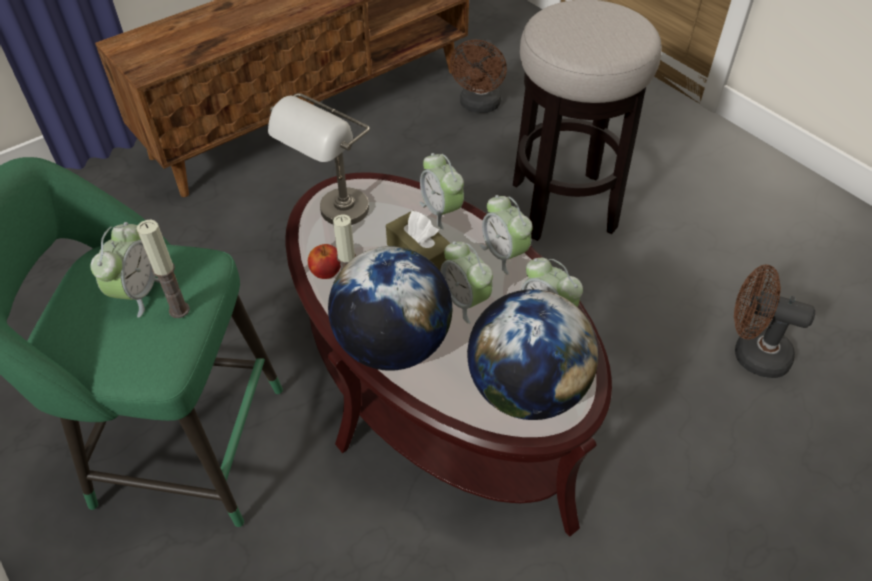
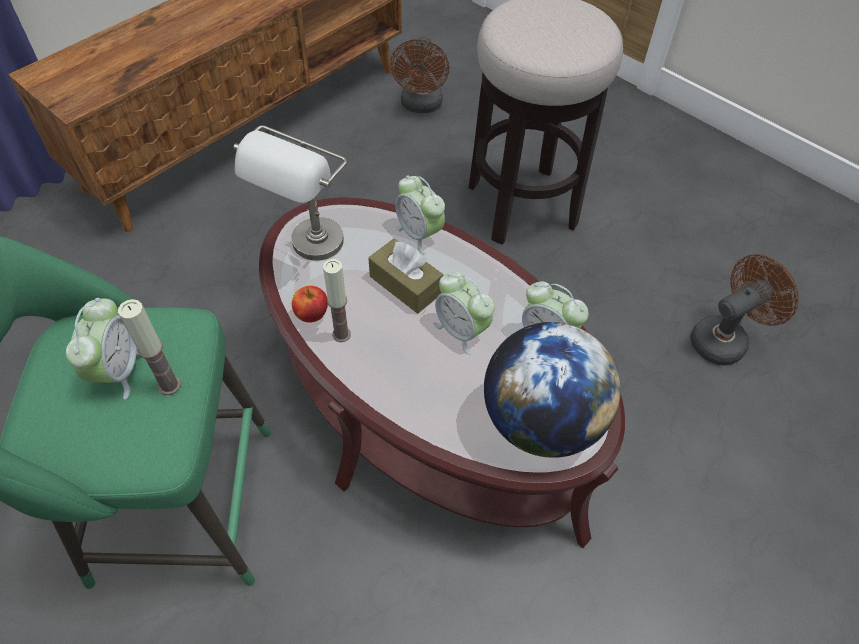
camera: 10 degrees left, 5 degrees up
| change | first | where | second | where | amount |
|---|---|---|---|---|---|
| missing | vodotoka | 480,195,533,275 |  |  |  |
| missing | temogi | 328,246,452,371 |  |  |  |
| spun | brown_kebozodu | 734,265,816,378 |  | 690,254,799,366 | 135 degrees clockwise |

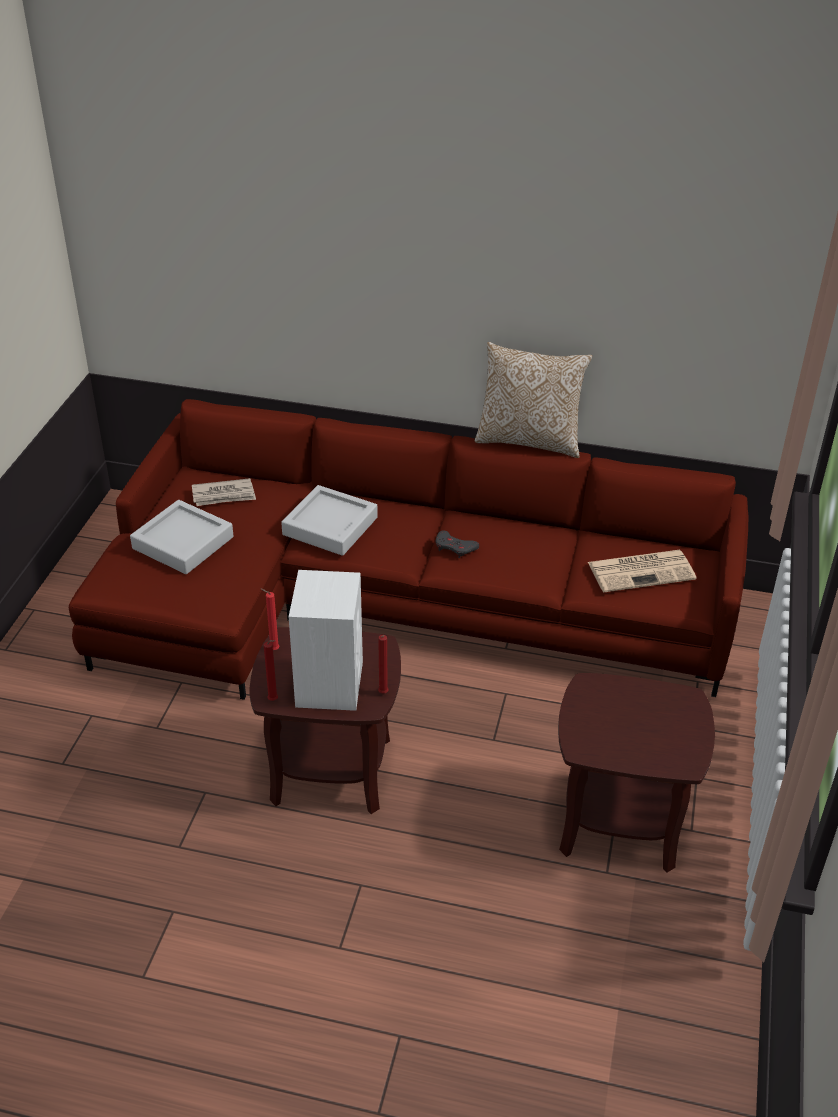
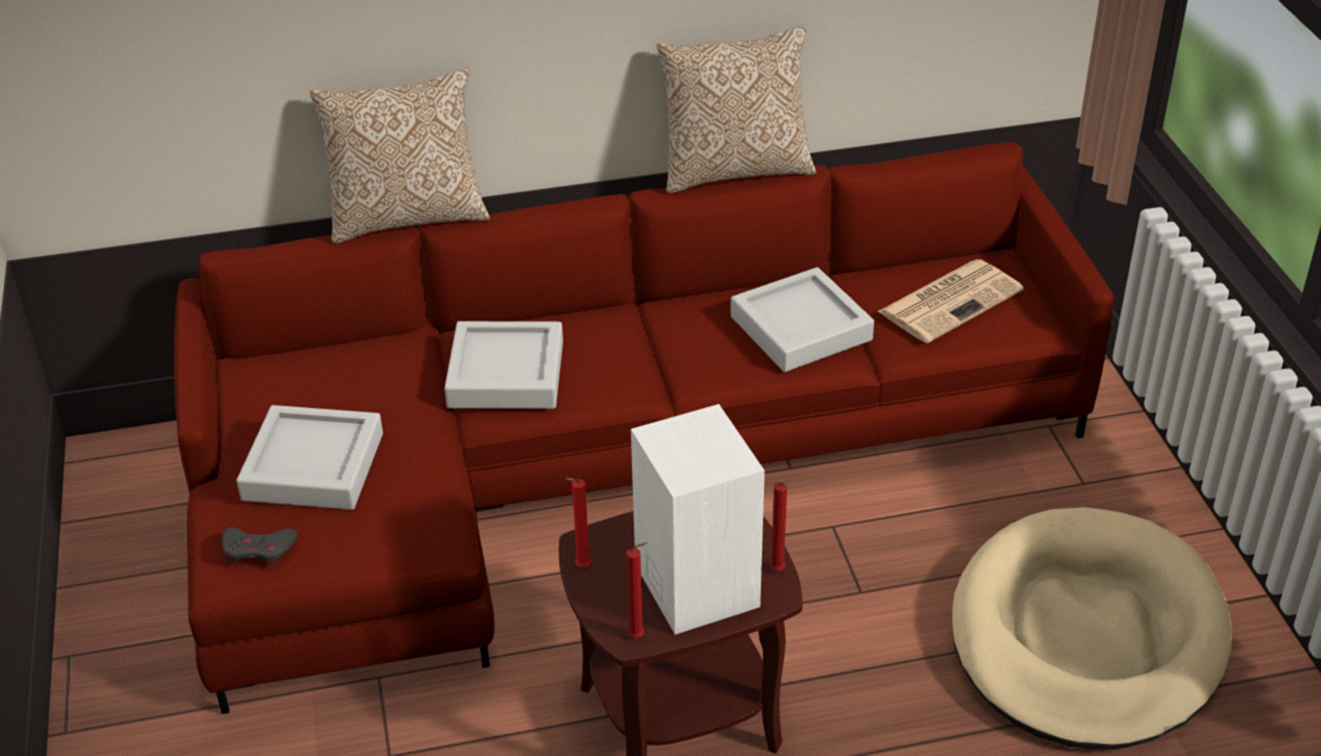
camera: 25 degrees left, 0 degrees up
| change | first | where | second | where | amount |
|---|---|---|---|---|---|
| missing | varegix | 192,478,256,506 |  |  |  |
| relocated | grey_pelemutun | 436,530,479,558 |  | 222,527,298,566 |  |
| exchanged | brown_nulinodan | 558,673,715,873 | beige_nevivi | 952,507,1232,750 |  |
| appeared |  |  | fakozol | 310,68,490,244 |  |
| appeared |  |  | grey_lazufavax | 731,267,874,372 |  |

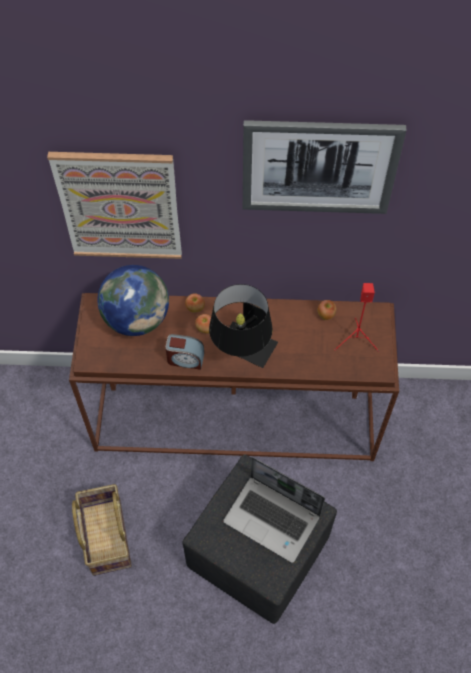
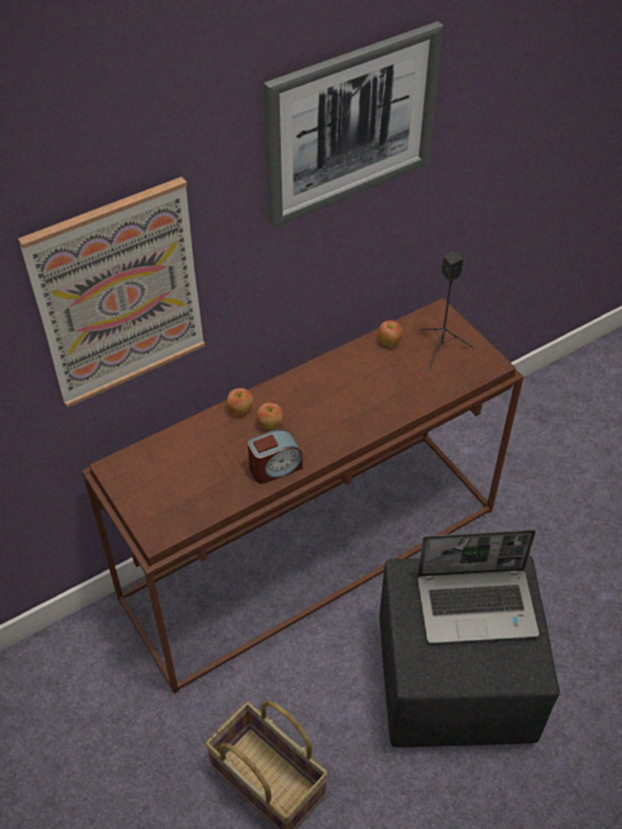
camera: 35 degrees left, 10 degrees down
| change | first | where | second | where | amount |
|---|---|---|---|---|---|
| missing | temogi | 97,265,169,336 |  |  |  |
| colour | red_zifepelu | 334,283,379,352 | black_zifepelu | 421,252,474,371 |  |
| missing | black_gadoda | 209,284,278,368 |  |  |  |

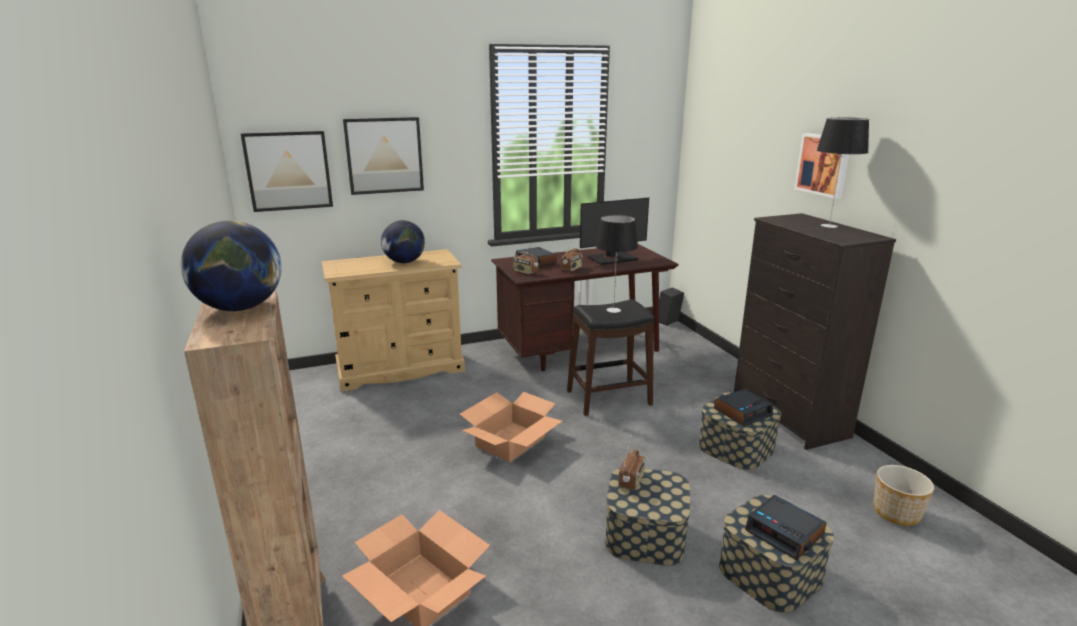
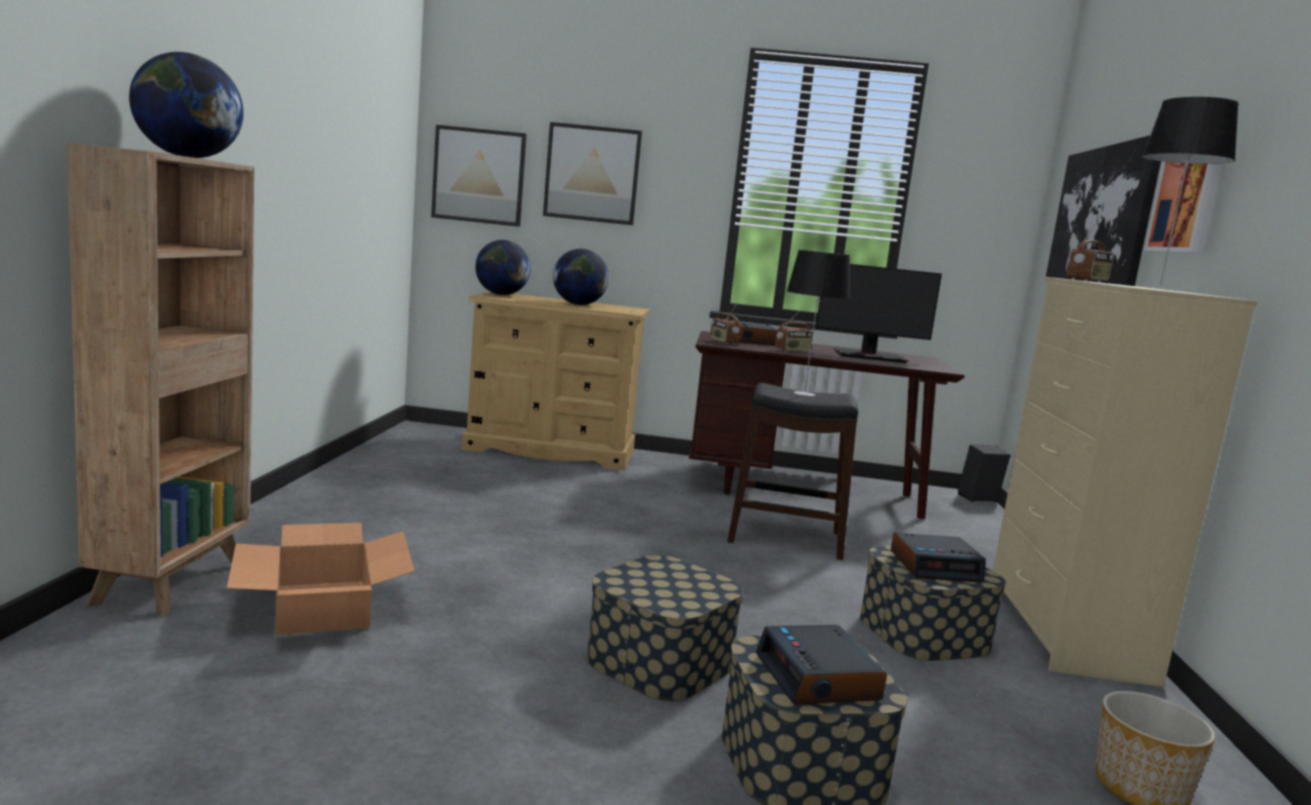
camera: 25 degrees right, 10 degrees down
| change | first | where | second | where | amount |
|---|---|---|---|---|---|
| colour | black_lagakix | 734,213,896,450 | beige_lagakix | 993,277,1257,687 |  |
| missing | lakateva | 460,392,562,462 |  |  |  |
| relocated | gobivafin | 618,442,645,491 |  | 1067,225,1114,282 |  |
| appeared |  |  | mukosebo | 1046,135,1161,286 |  |
| appeared |  |  | temogi | 475,240,531,295 |  |

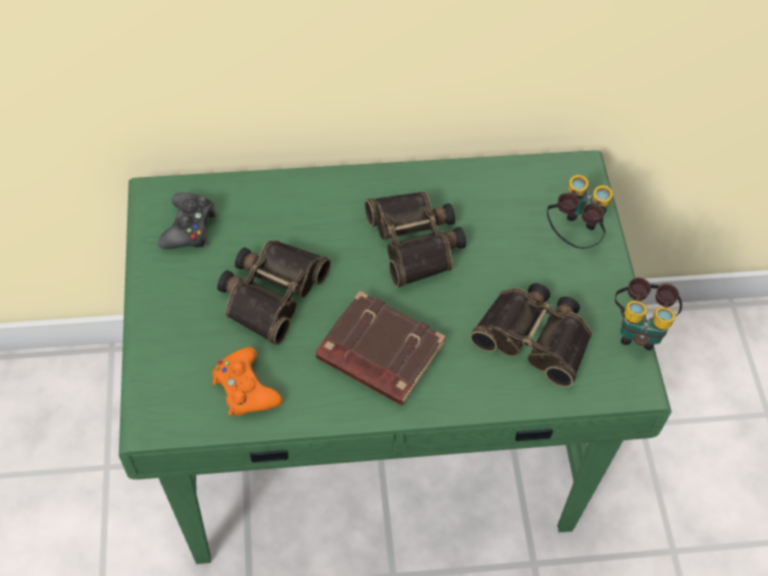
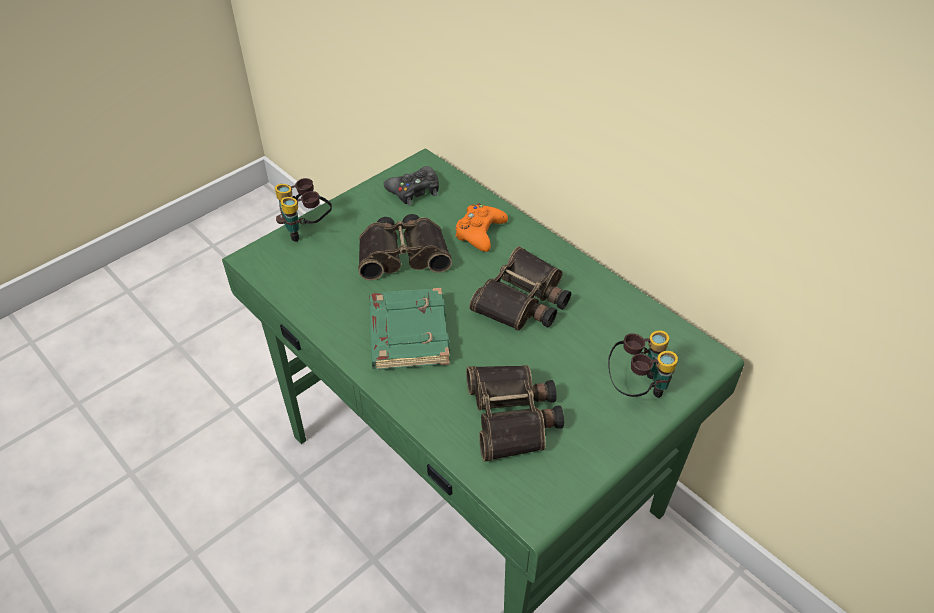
camera: 55 degrees right, 10 degrees down
| change | first | where | second | where | amount |
|---|---|---|---|---|---|
| relocated | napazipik | 615,278,682,350 |  | 275,178,332,242 |  |
| colour | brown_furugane | 316,291,445,405 | green_furugane | 369,288,450,370 |  |
| relocated | orange_pelemutun | 212,347,282,416 |  | 455,203,508,252 |  |

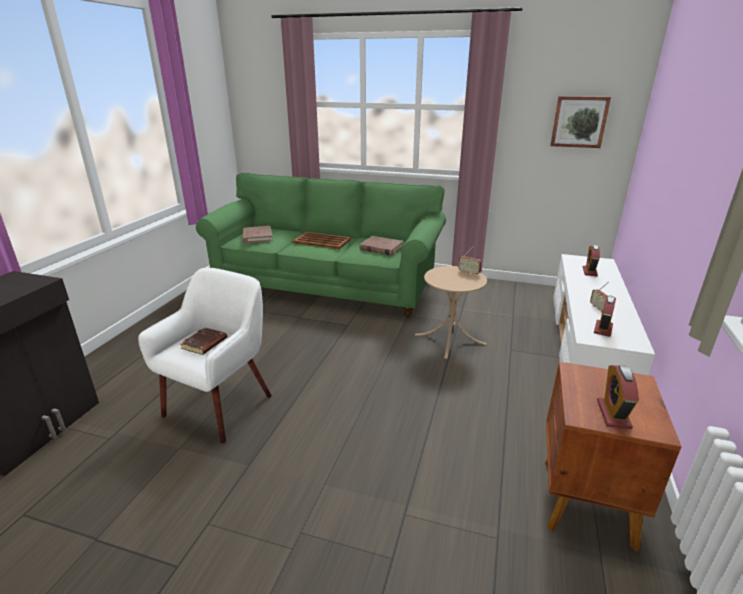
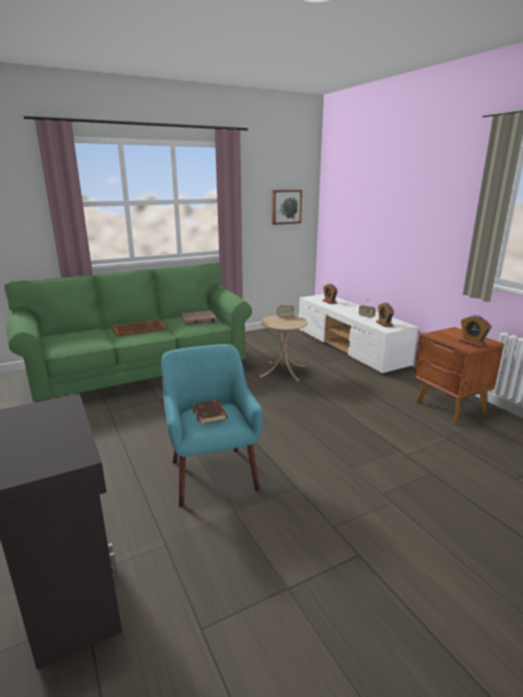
camera: 45 degrees left, 5 degrees down
| change | first | where | second | where | amount |
|---|---|---|---|---|---|
| missing | brown_furugane | 242,226,273,243 |  |  |  |
| colour | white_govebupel | 138,268,272,443 | turquoise_govebupel | 161,344,263,507 |  |

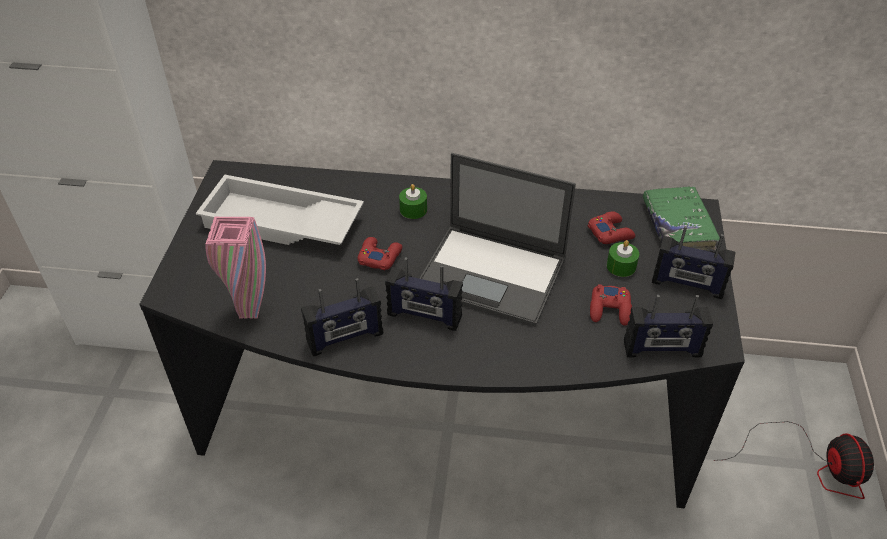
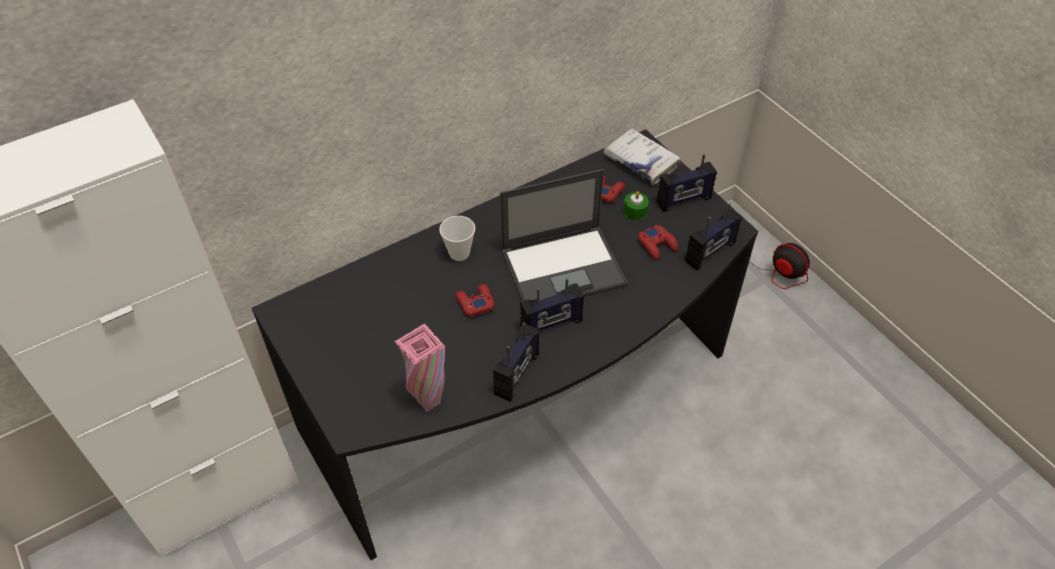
camera: 40 degrees left, 5 degrees up
| change | first | where | second | where | amount |
|---|---|---|---|---|---|
| missing | white_lazufavax | 196,175,364,245 |  |  |  |
| exchanged | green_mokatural | 399,184,427,219 | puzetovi | 439,216,475,261 |  |
| colour | green_furugane | 643,186,720,252 | white_furugane | 603,128,681,185 |  |

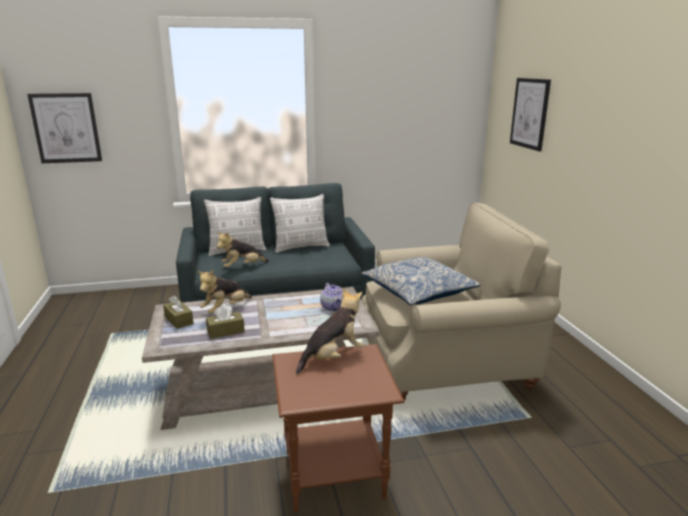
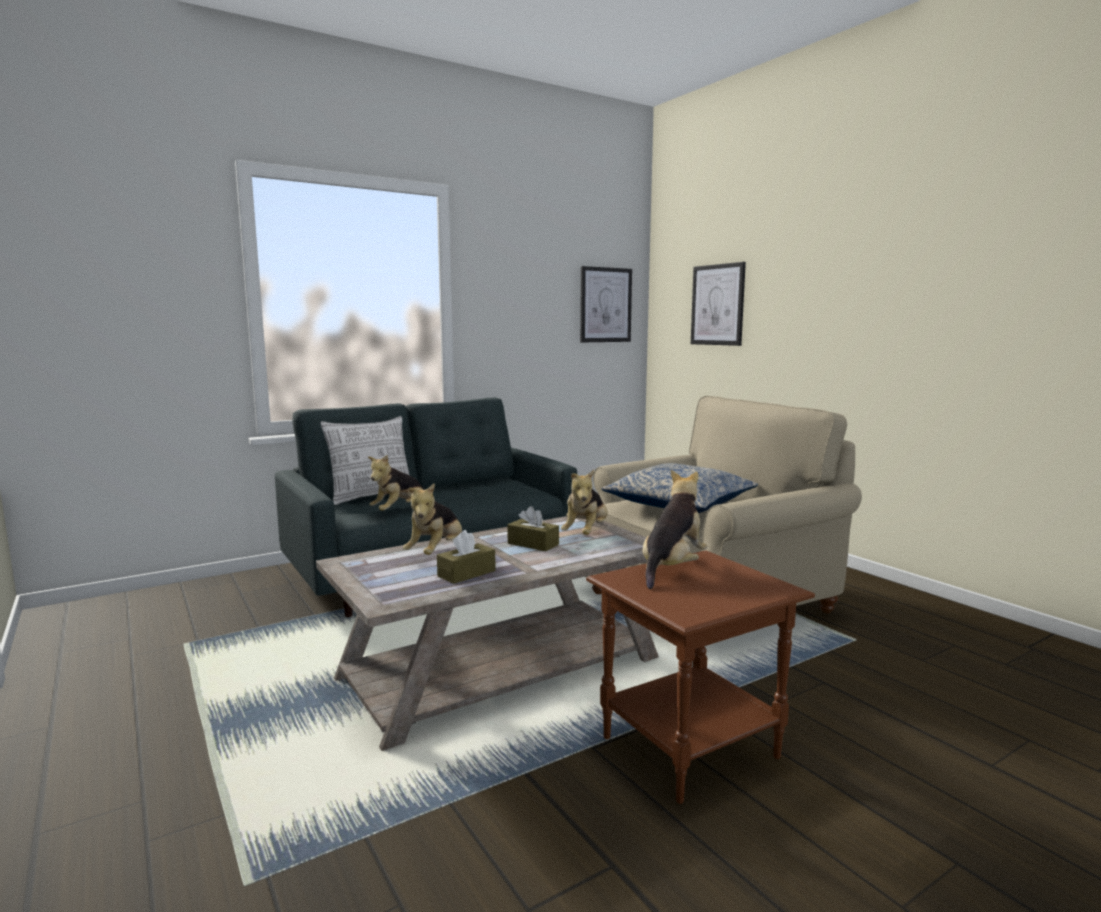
camera: 20 degrees left, 10 degrees down
| change | first | where | second | where | amount |
|---|---|---|---|---|---|
| relocated | mukosebo | 27,93,102,163 |  | 580,266,632,342 |  |
| missing | fakozol | 270,194,330,253 |  |  |  |
| exchanged | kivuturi | 320,283,343,311 | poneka | 561,470,608,535 |  |
| relocated | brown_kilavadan | 163,295,194,329 |  | 507,506,559,551 |  |

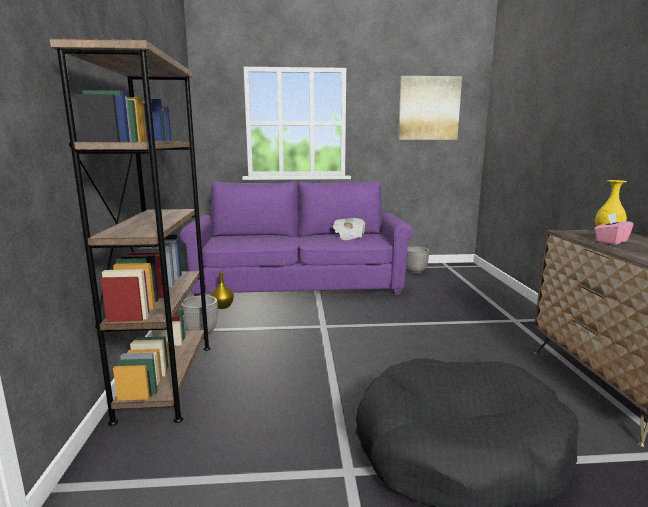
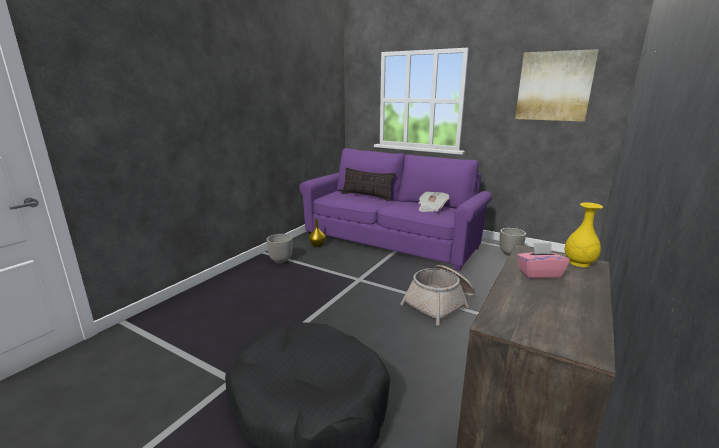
camera: 35 degrees right, 5 degrees up
| change | first | where | second | where | amount |
|---|---|---|---|---|---|
| missing | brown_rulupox | 49,39,211,426 |  |  |  |
| appeared |  |  | fakozol | 341,167,396,201 |  |
| appeared |  |  | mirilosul | 400,265,475,325 |  |

